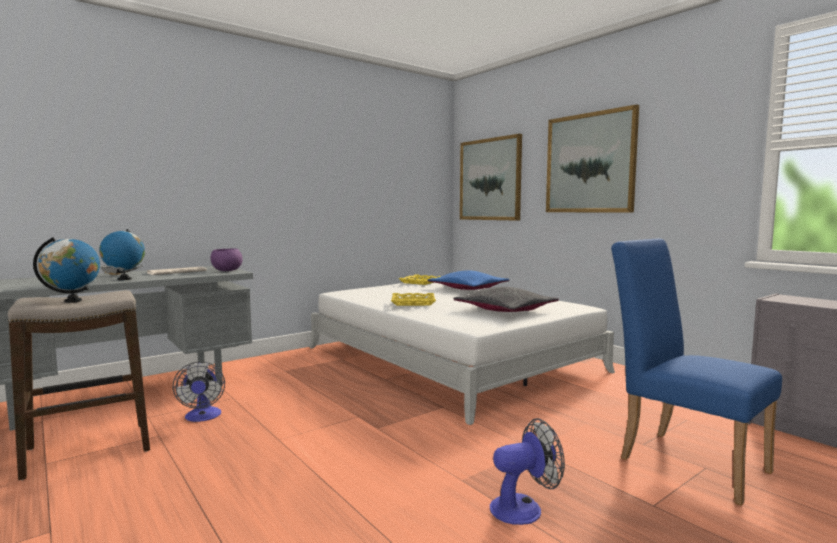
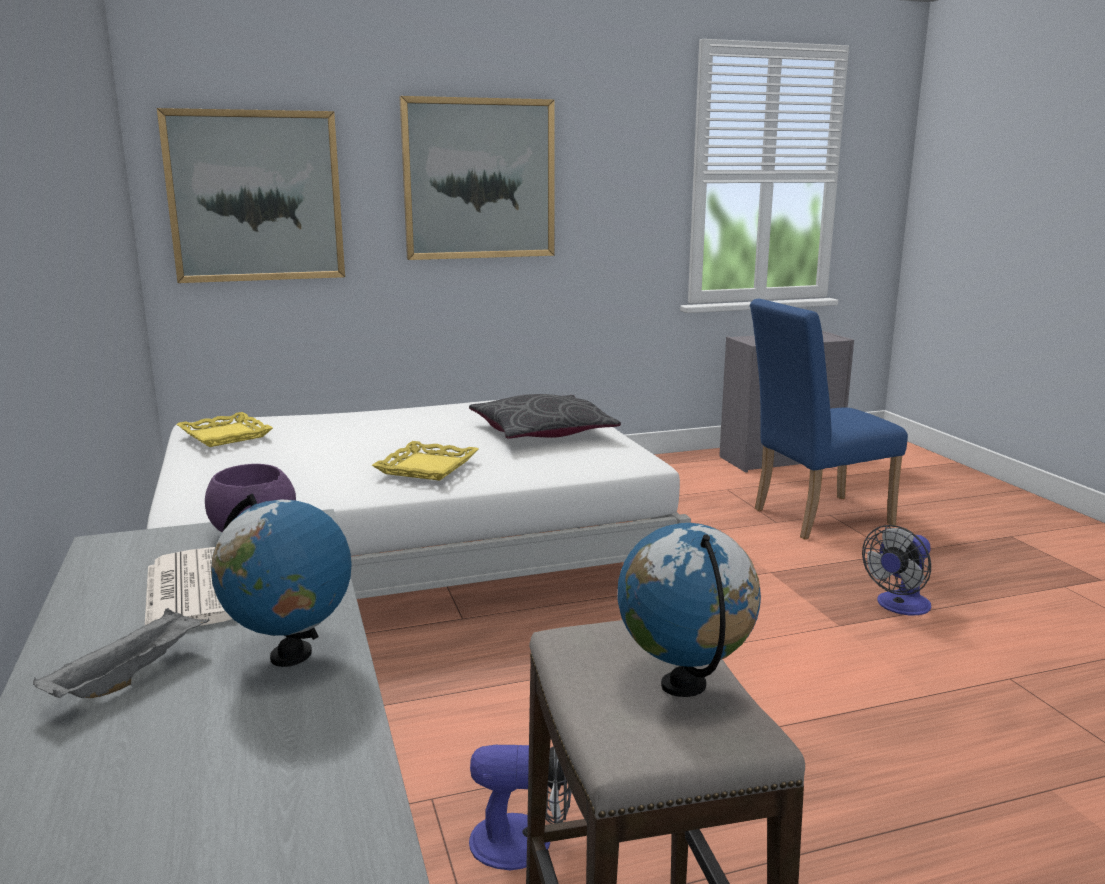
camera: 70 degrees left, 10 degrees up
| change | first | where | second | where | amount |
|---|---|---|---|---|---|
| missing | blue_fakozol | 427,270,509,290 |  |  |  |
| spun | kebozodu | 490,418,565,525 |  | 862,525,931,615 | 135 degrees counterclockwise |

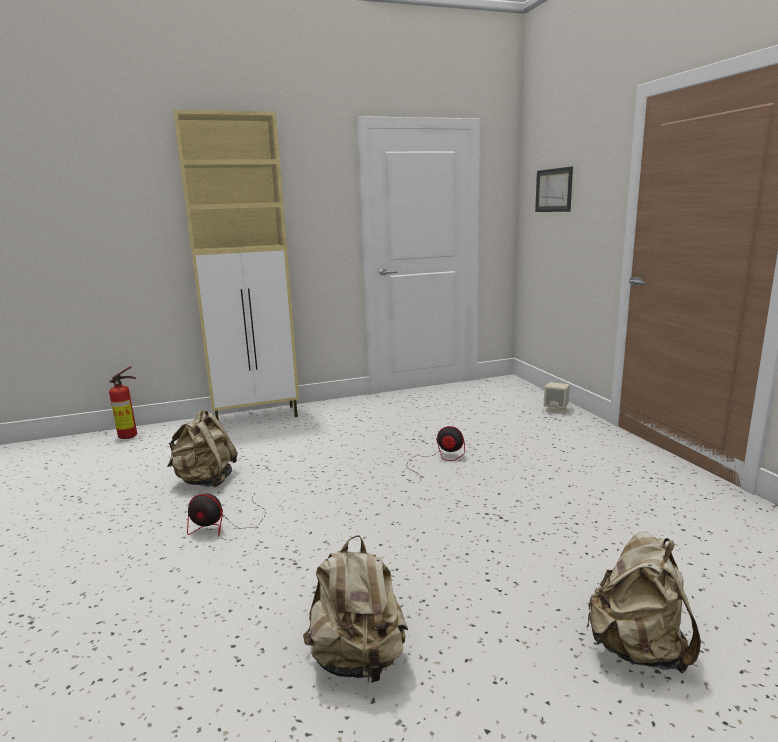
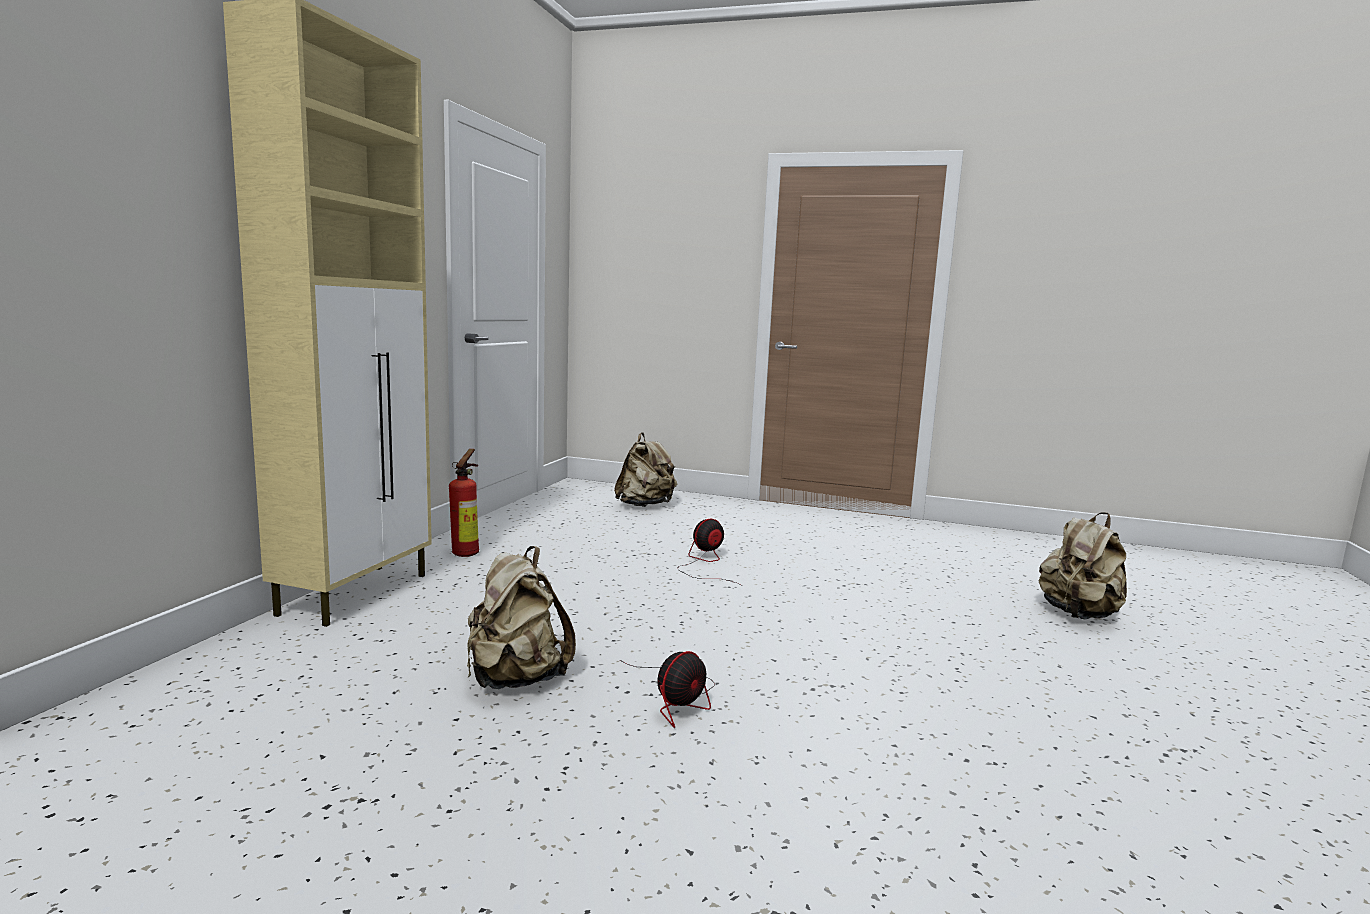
camera: 55 degrees left, 5 degrees down
| change | first | where | second | where | amount |
|---|---|---|---|---|---|
| missing | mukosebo | 535,166,573,212 |  |  |  |
| relocated | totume | 109,366,137,439 |  | 449,449,479,557 |  |
| missing | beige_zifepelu | 544,382,570,413 |  |  |  |
| relocated | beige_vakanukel | 303,535,408,685 |  | 614,432,677,507 |  |

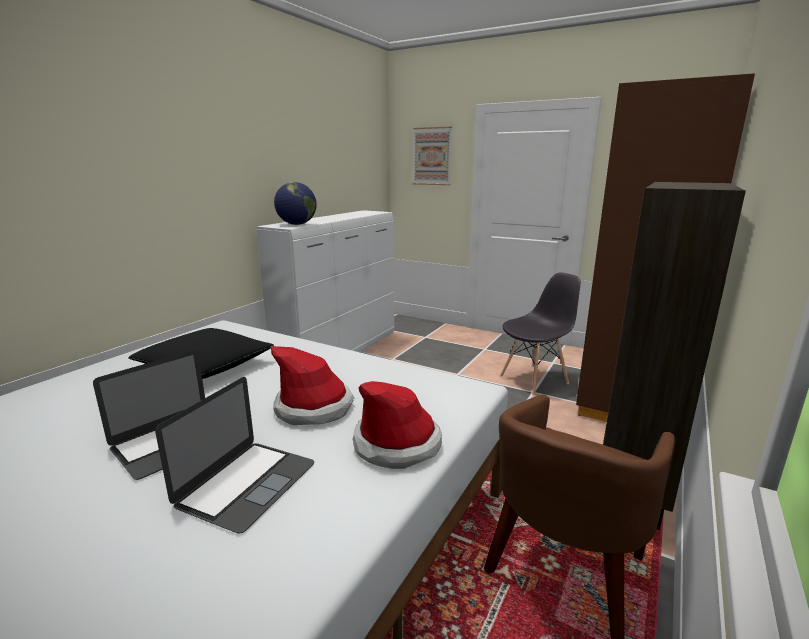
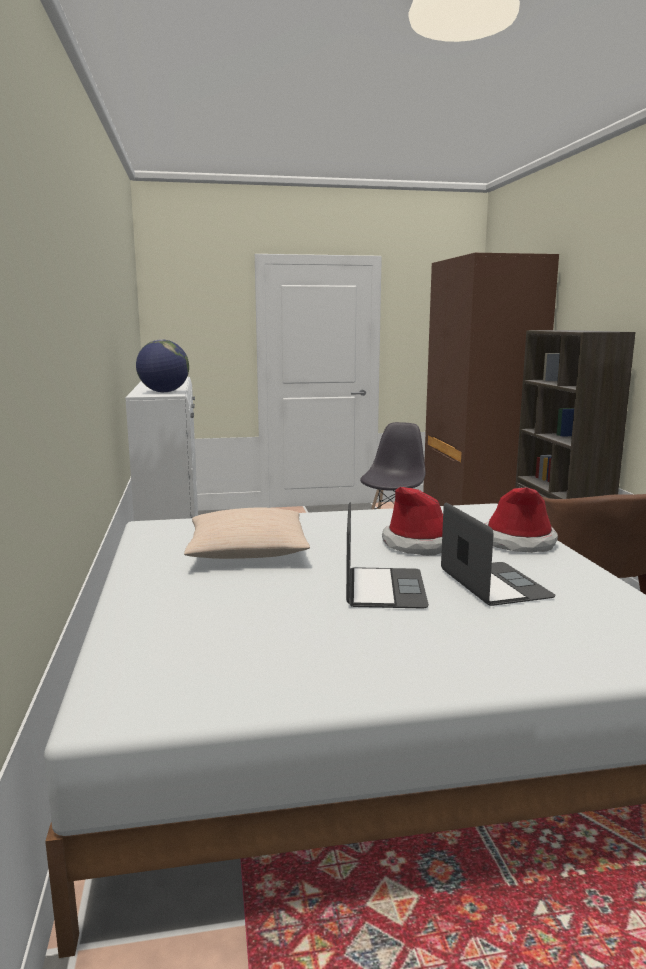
camera: 40 degrees left, 5 degrees down
| change | first | where | second | where | amount |
|---|---|---|---|---|---|
| missing | mukosebo | 413,127,452,185 |  |  |  |
| colour | black_fakozol | 128,328,274,379 | beige_fakozol | 184,508,310,559 |  |

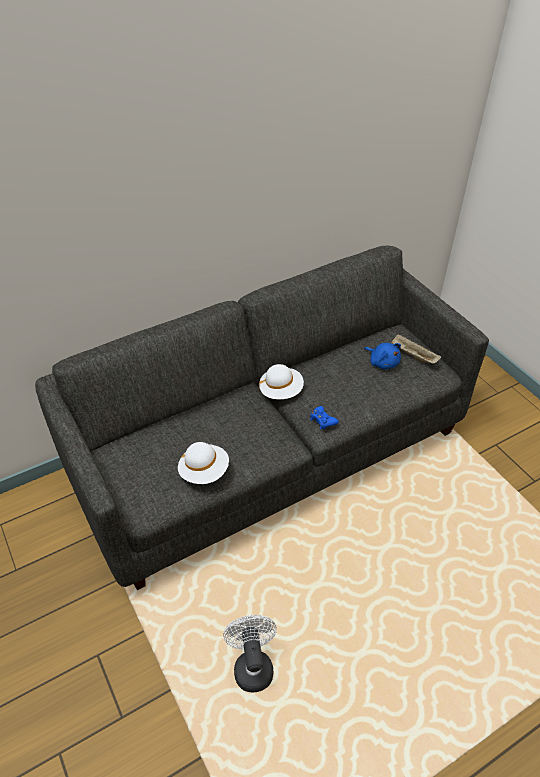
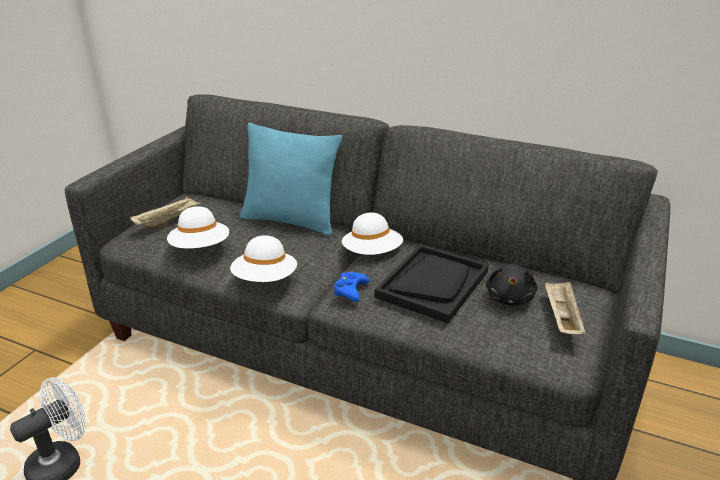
camera: 55 degrees right, 15 degrees down
| change | first | where | second | where | amount |
|---|---|---|---|---|---|
| colour | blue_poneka | 364,343,401,370 | black_poneka | 486,264,537,305 |  |
| appeared |  |  | turquoise_fakozol | 240,123,342,236 |  |
| appeared |  |  | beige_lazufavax | 130,196,201,227 |  |
| appeared |  |  | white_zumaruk | 230,235,297,282 |  |
| appeared |  |  | black_lazufavax | 375,244,489,323 |  |

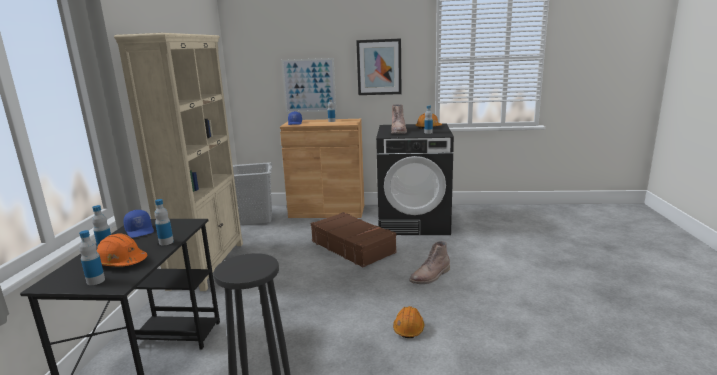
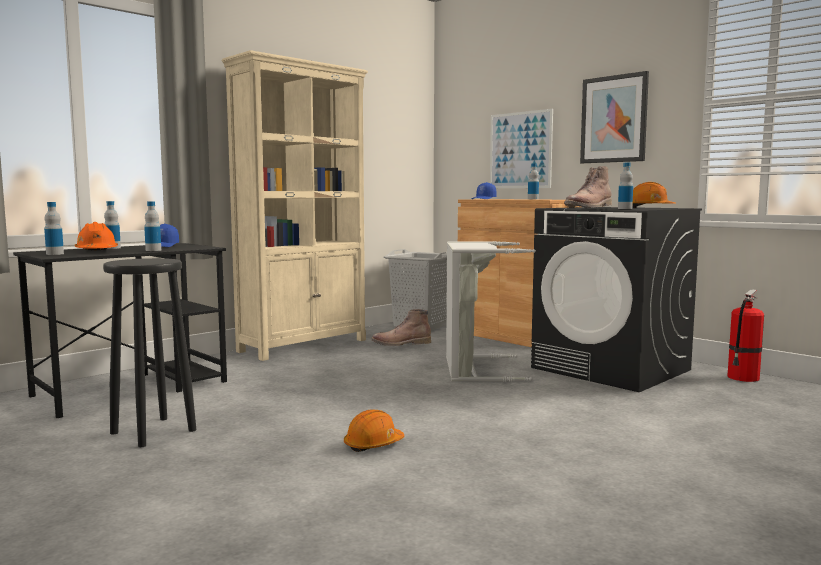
camera: 40 degrees right, 10 degrees down
| change | first | where | second | where | amount |
|---|---|---|---|---|---|
| exchanged | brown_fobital | 311,212,397,267 | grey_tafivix | 446,241,536,382 |  |
| relocated | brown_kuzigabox | 409,241,450,284 |  | 372,309,431,346 |  |
| appeared |  |  | totume | 727,289,764,382 |  |

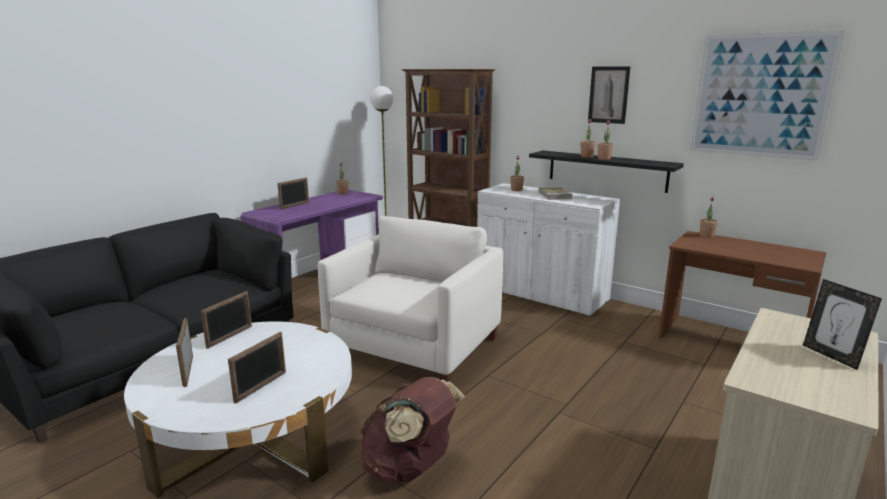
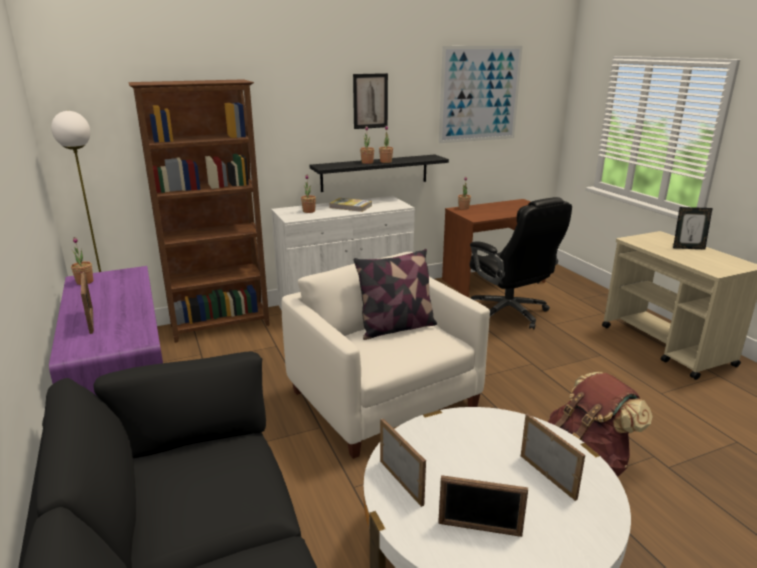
camera: 60 degrees left, 5 degrees up
| change | first | where | second | where | amount |
|---|---|---|---|---|---|
| appeared |  |  | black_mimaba | 470,197,572,329 |  |
| appeared |  |  | fakozol | 354,249,437,340 |  |

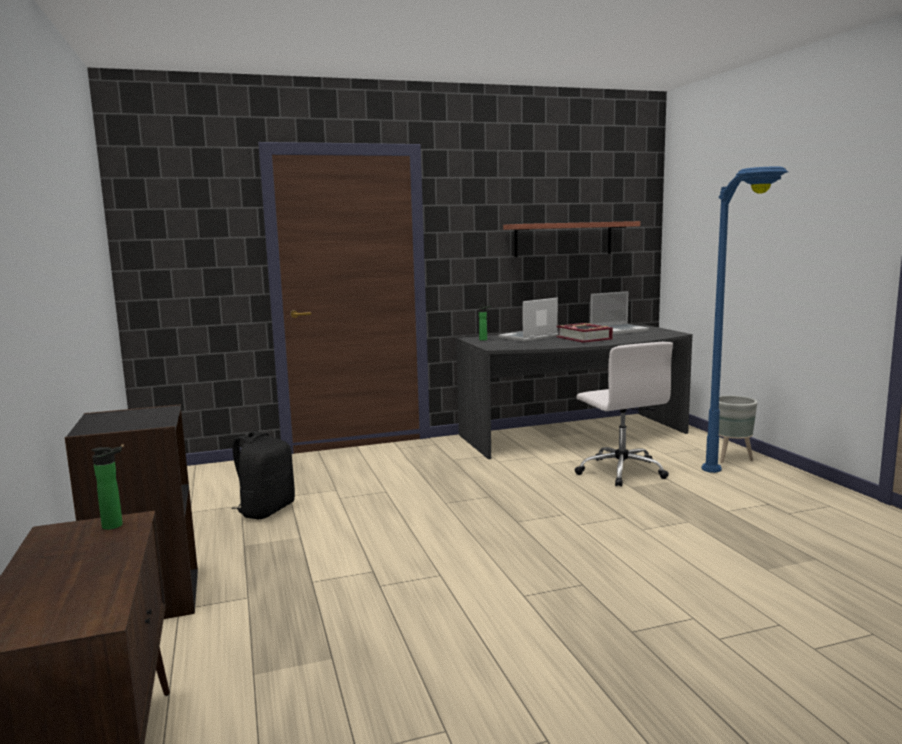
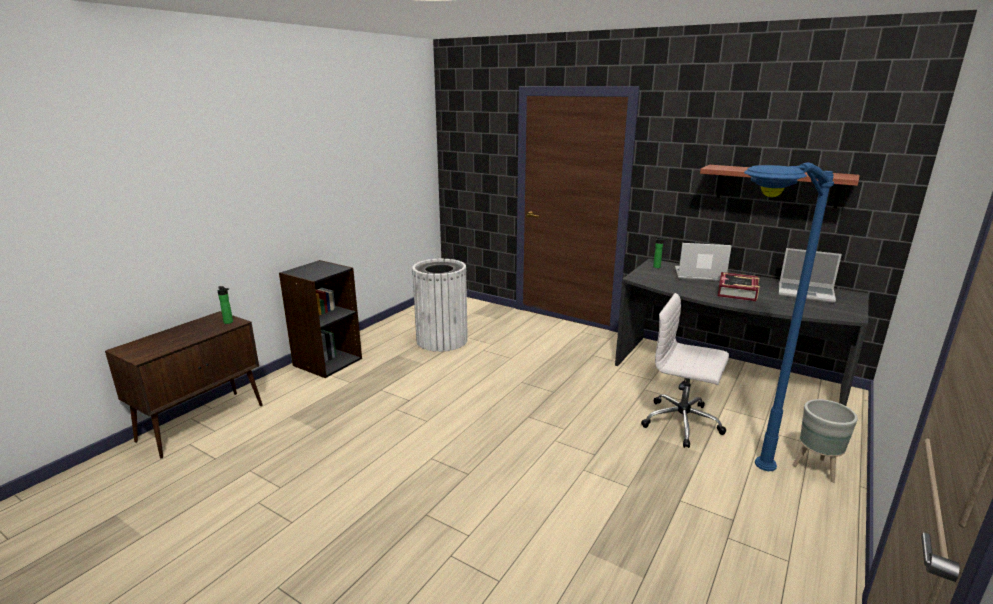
camera: 50 degrees right, 10 degrees up
| change | first | where | second | where | amount |
|---|---|---|---|---|---|
| spun | white_mimaba | 575,342,673,487 |  | 641,293,729,448 | 90 degrees clockwise |
| exchanged | black_vakanukel | 231,431,295,520 | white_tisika | 412,259,468,352 |  |

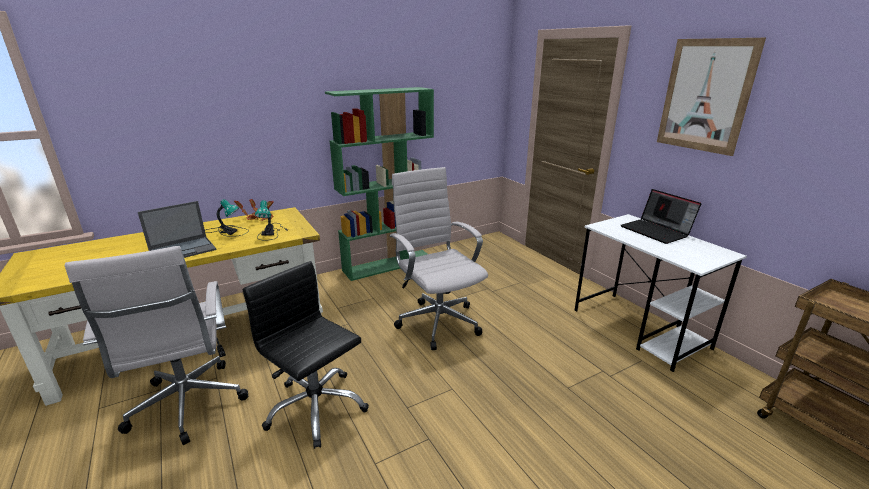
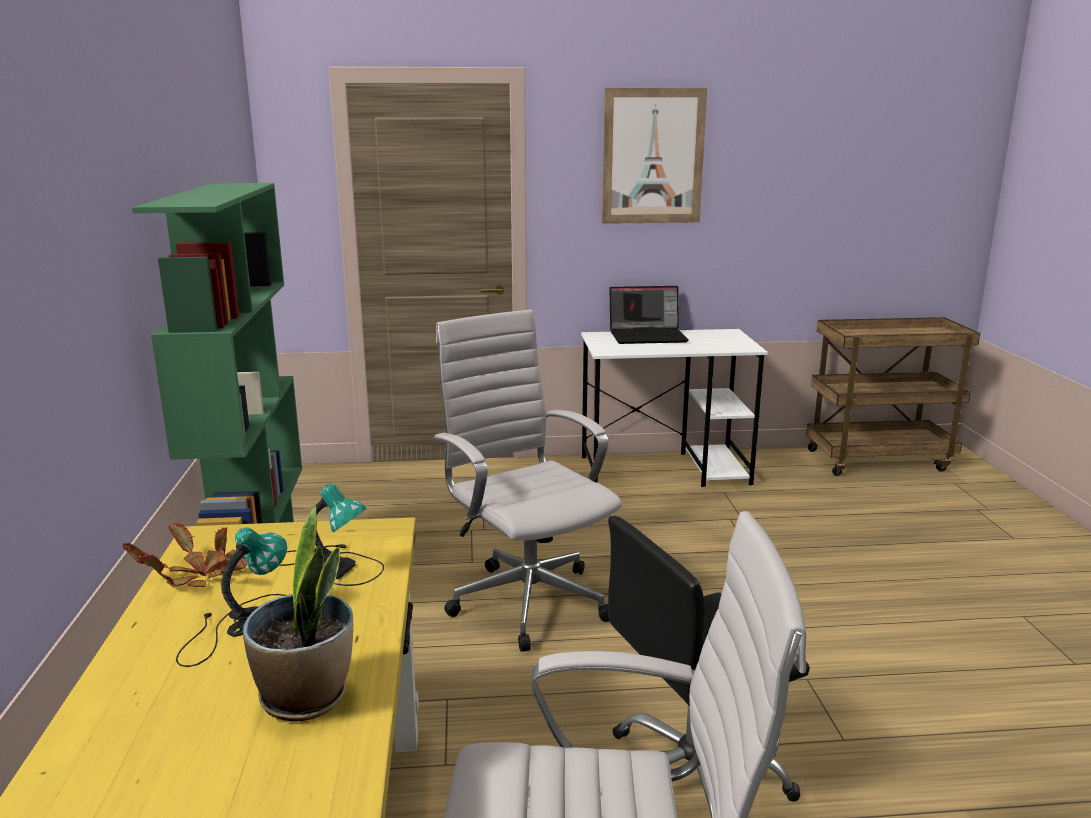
camera: 65 degrees left, 5 degrees down
| change | first | where | second | where | amount |
|---|---|---|---|---|---|
| spun | white_mimaba | 390,167,488,350 |  | 434,309,622,652 | 60 degrees clockwise |
| exchanged | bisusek | 138,201,216,258 | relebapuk | 243,506,353,721 |  |

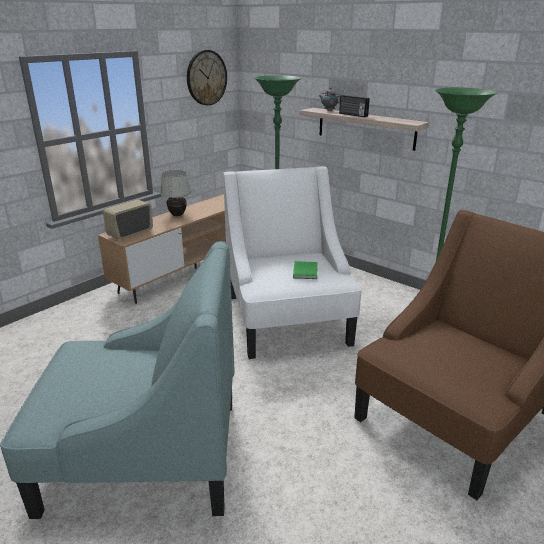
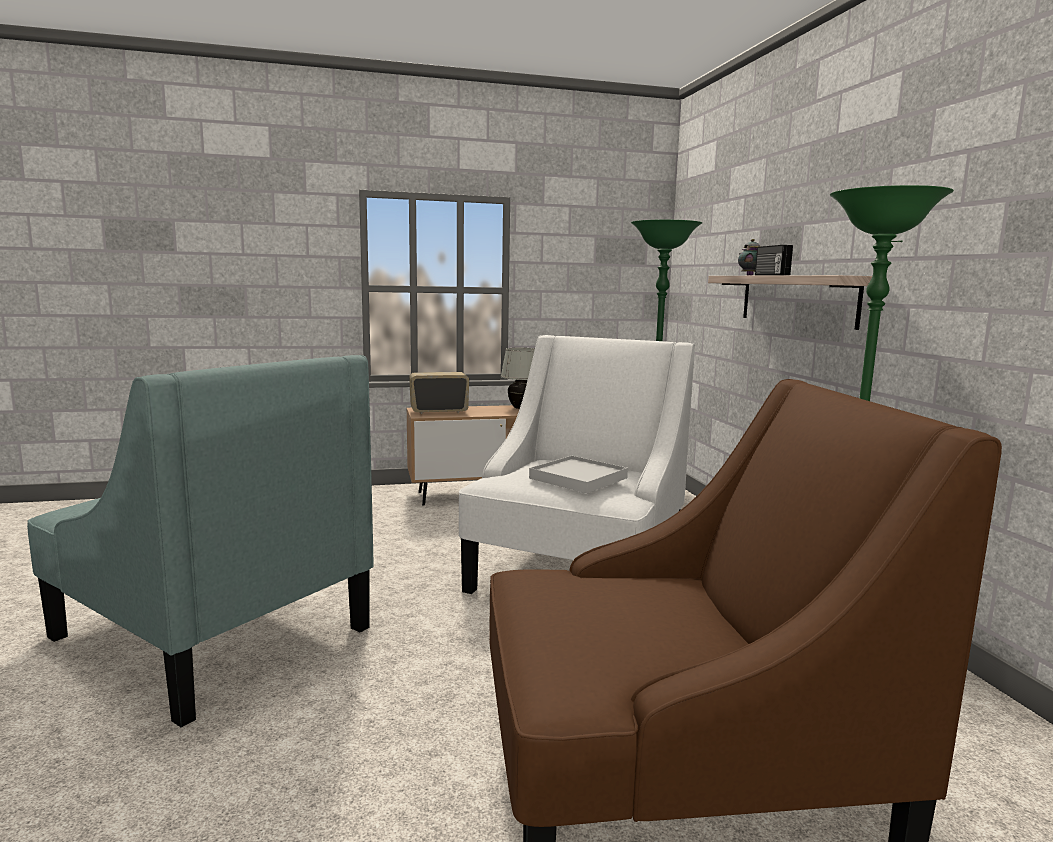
camera: 35 degrees right, 15 degrees down
| change | first | where | second | where | amount |
|---|---|---|---|---|---|
| missing | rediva | 187,50,227,105 |  |  |  |
| exchanged | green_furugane | 293,261,318,279 | white_lazufavax | 529,455,628,493 |  |

